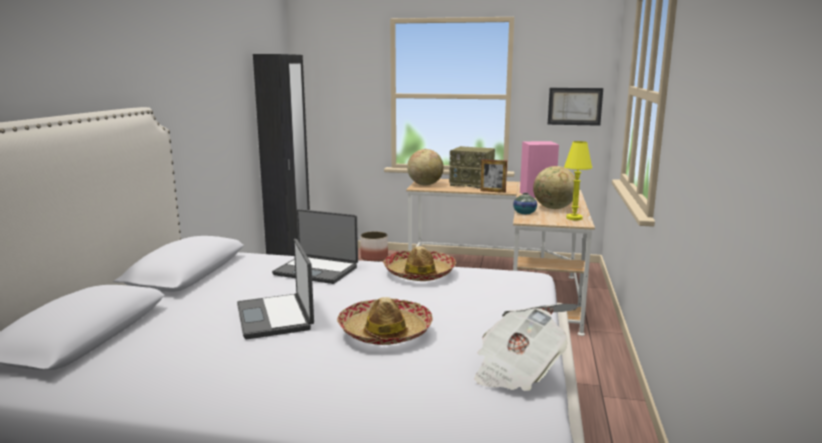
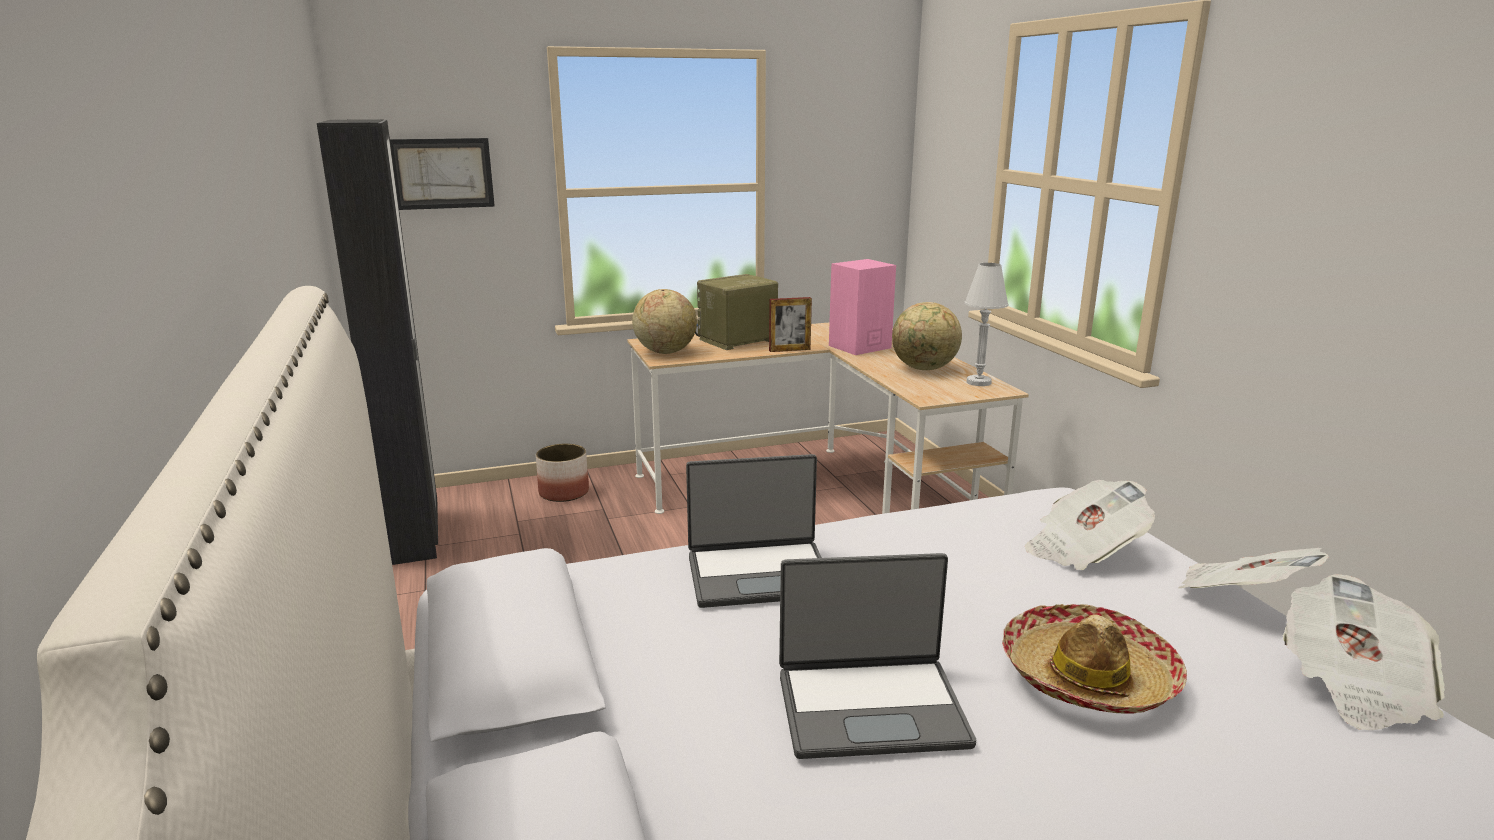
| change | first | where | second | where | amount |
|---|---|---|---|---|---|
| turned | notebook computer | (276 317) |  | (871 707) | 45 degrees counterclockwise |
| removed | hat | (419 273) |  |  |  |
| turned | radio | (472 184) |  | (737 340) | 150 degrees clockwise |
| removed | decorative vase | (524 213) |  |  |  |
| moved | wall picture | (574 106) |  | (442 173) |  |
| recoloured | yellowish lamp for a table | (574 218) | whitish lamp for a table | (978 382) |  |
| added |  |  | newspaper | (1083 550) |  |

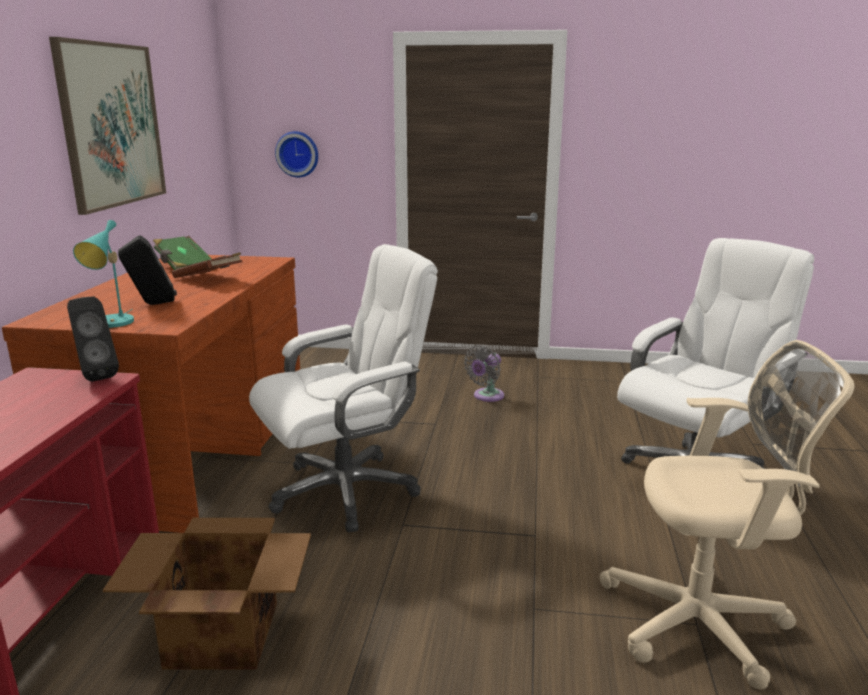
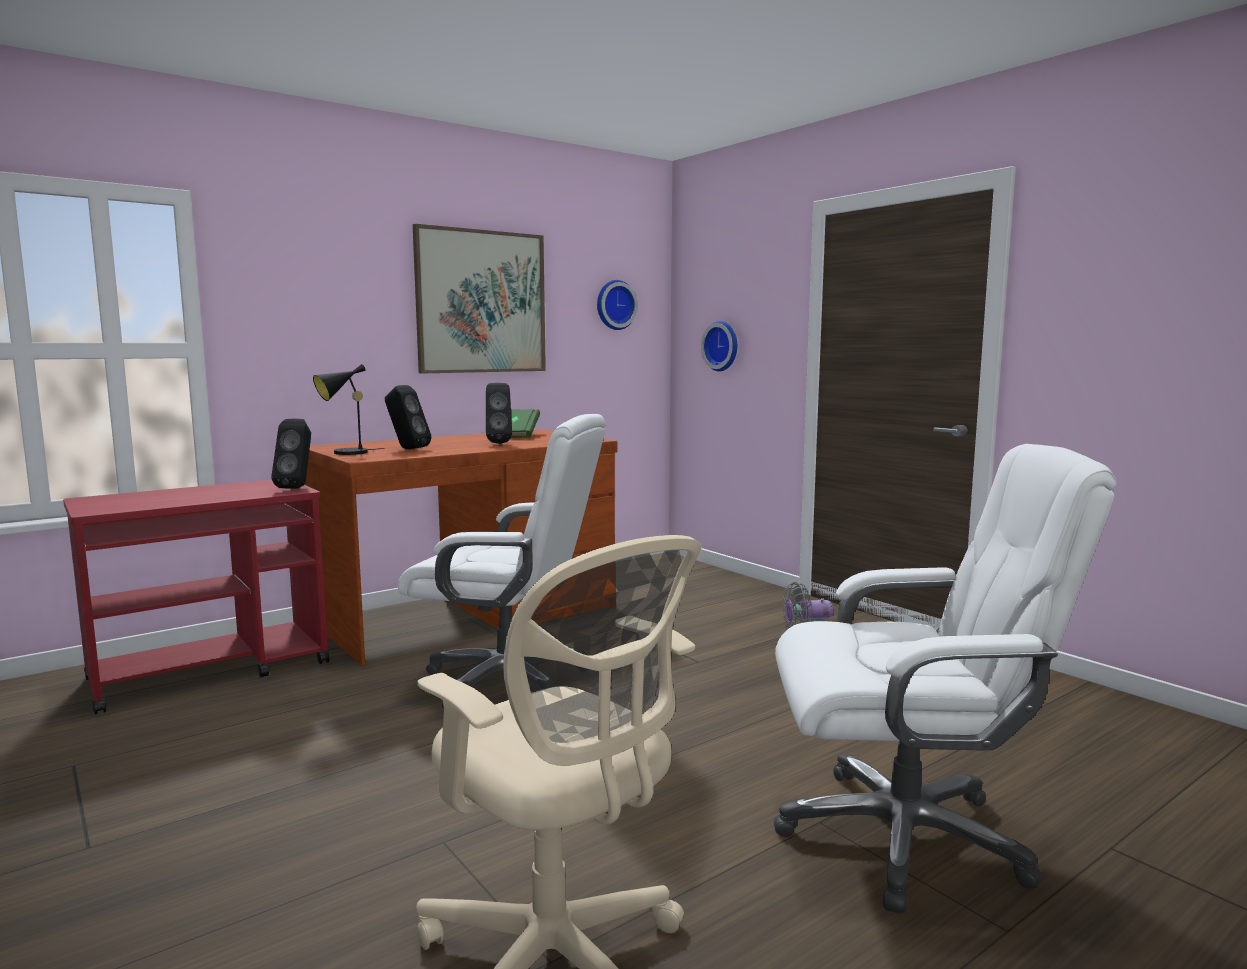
| change | first | where | second | where | amount |
|---|---|---|---|---|---|
| recoloured | turquoise lamp for a table | (113 324) | blackish lamp for a table | (346 453) |  |
| removed | packing box | (221 634) |  |  |  |
| replaced | brownish volume | (209 279) | blackish audio speaker | (499 443) |  |
| added |  |  | wall clock | (614 305) |  |

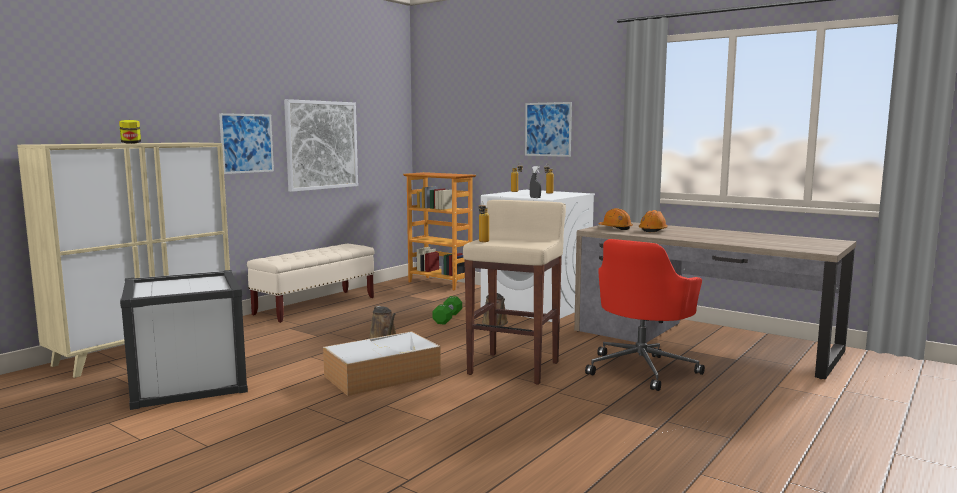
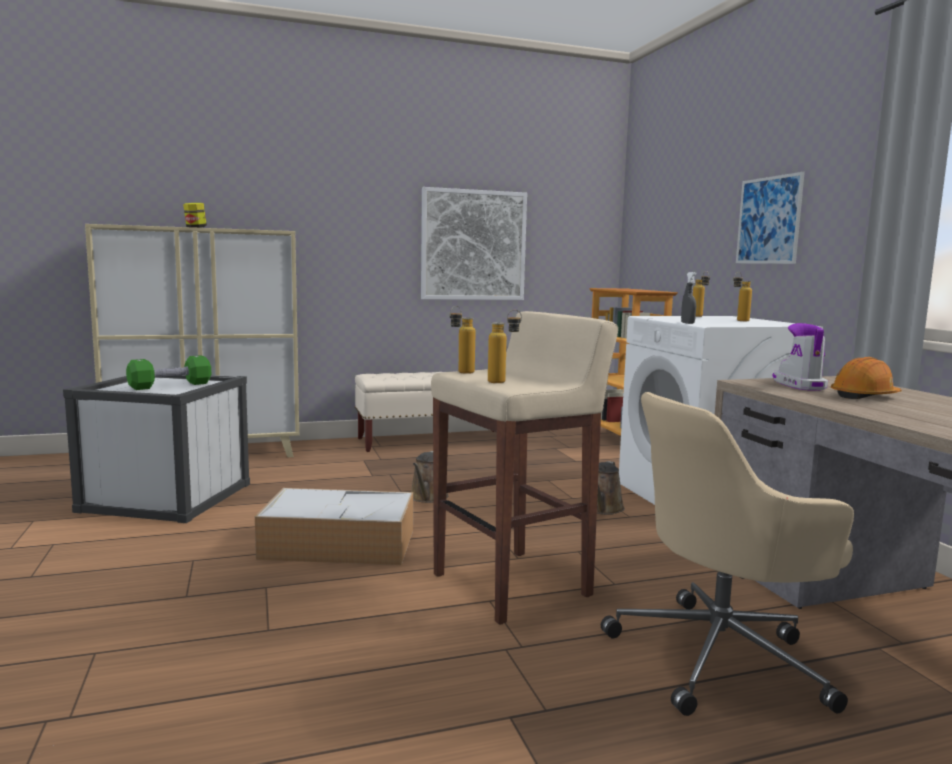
| change | first | where | second | where | amount |
|---|---|---|---|---|---|
| removed | wall picture | (247 143) |  |  |  |
| moved | green hand weight | (447 318) |  | (170 386) |  |
| recoloured | reddish office chair | (642 369) | sand-coloured office chair | (721 656) |  |
| replaced | orange-coloured work helmet | (615 228) | boot | (798 385) |  |
| added |  |  | beverage bottle | (503 382) |  |

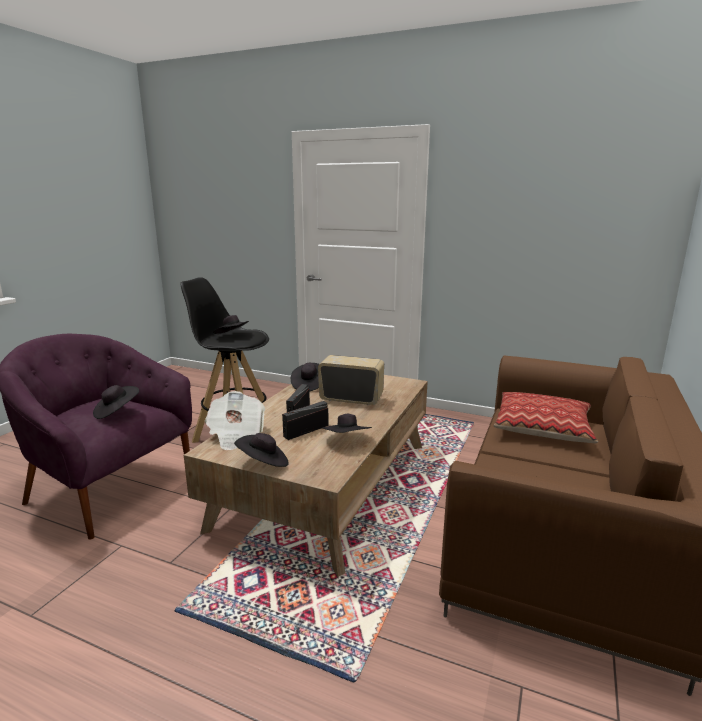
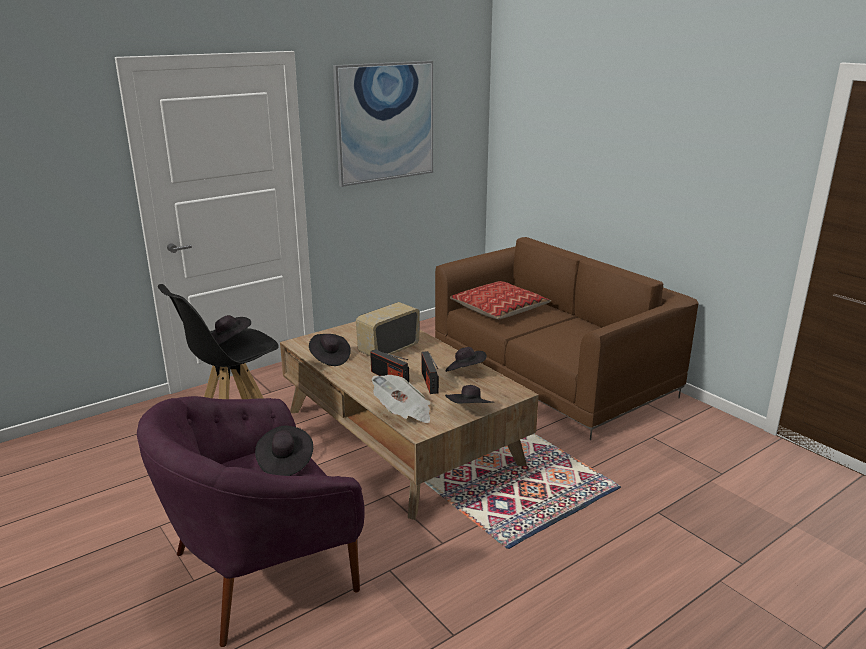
| change | first | where | second | where | amount |
|---|---|---|---|---|---|
| added |  |  | wall picture | (385 122) |  |

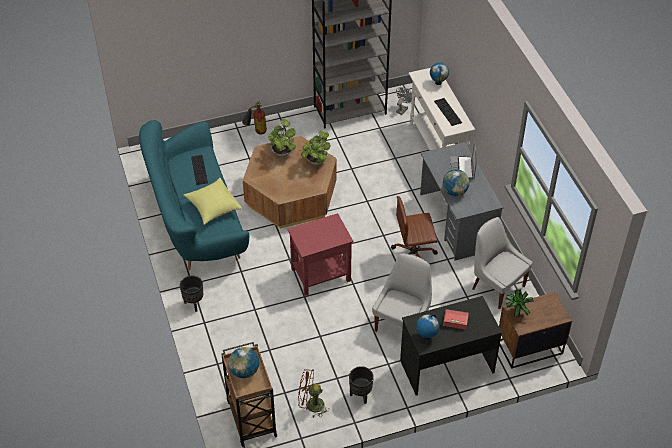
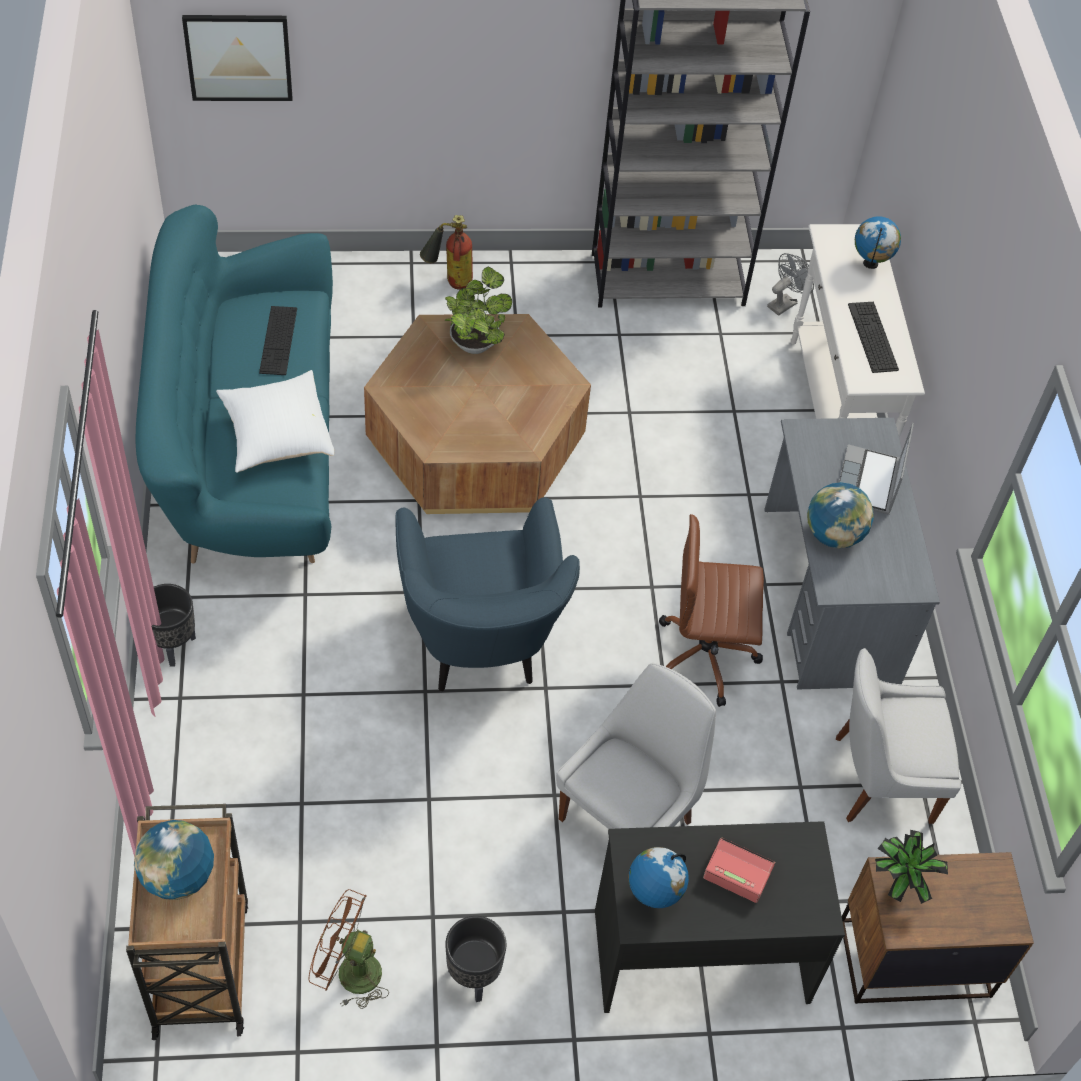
| change | first | where | second | where | amount |
|---|---|---|---|---|---|
| recoloured | yellowish pillow | (213 207) | whitish pillow | (276 435) |  |
| replaced | reddish side table | (320 274) | bluish easy chair | (480 646) |  |
| removed | plant in a pot | (315 162) |  |  |  |
| turned | whitish plain chair | (496 286) |  | (878 779) | 60 degrees counterclockwise |
| added |  |  | wall picture | (238 57) |  |

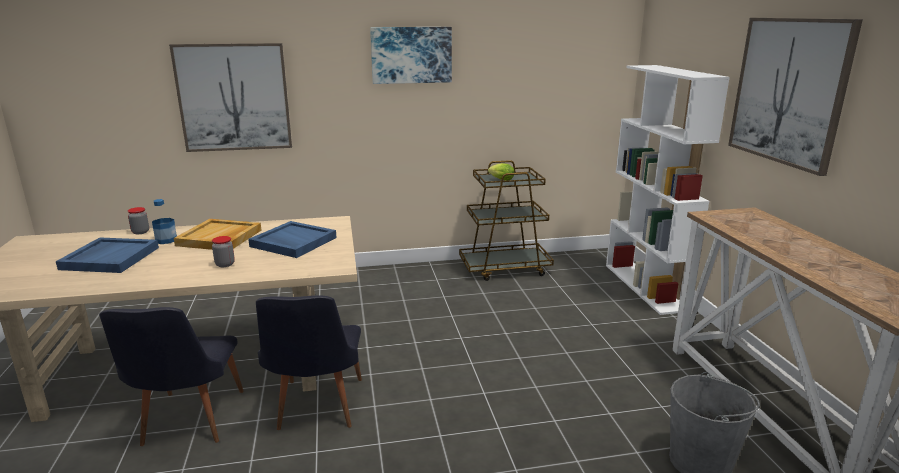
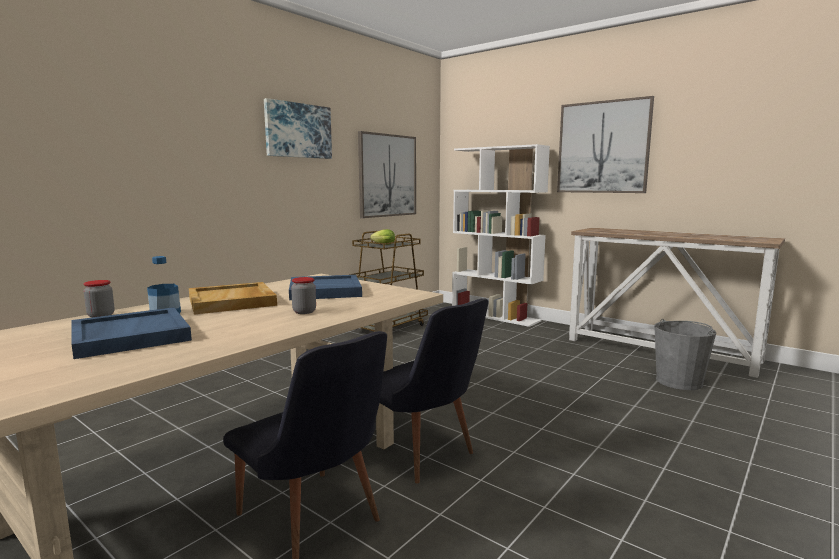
| change | first | where | second | where | amount |
|---|---|---|---|---|---|
| moved | wall picture | (234 97) |  | (387 175) |  |

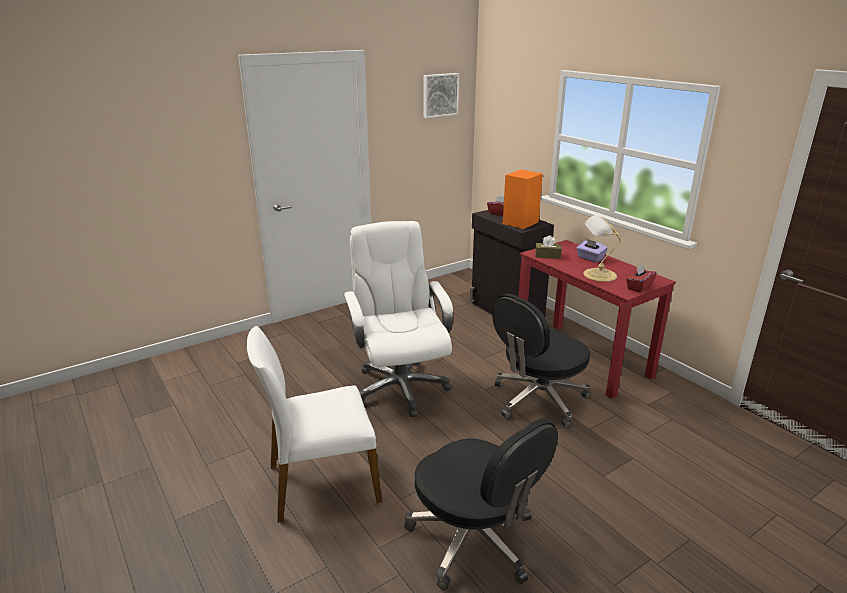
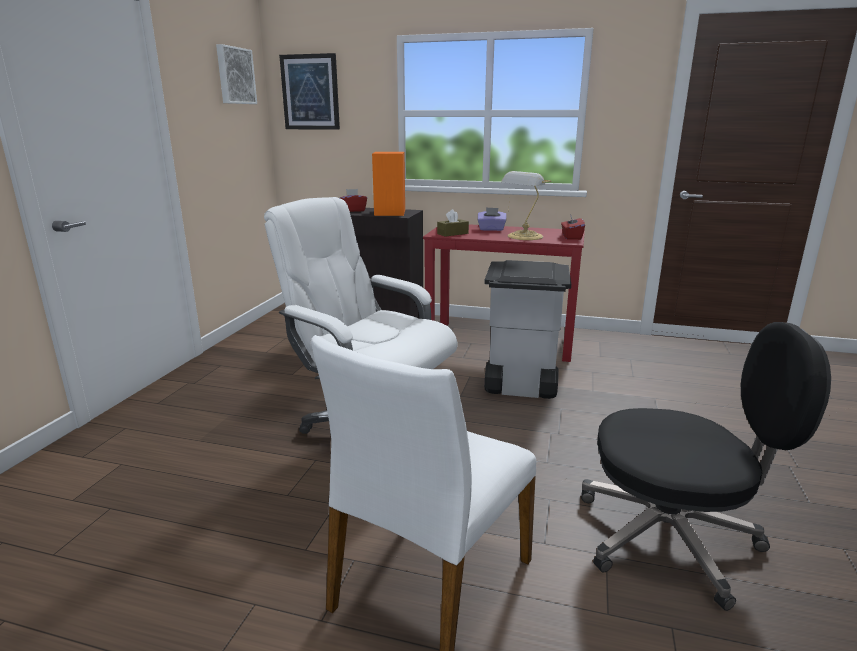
| change | first | where | second | where | amount |
|---|---|---|---|---|---|
| replaced | blackish office chair | (538 400) | grey waste bin | (519 385) |  |
| added |  |  | wall picture | (310 92) |  |

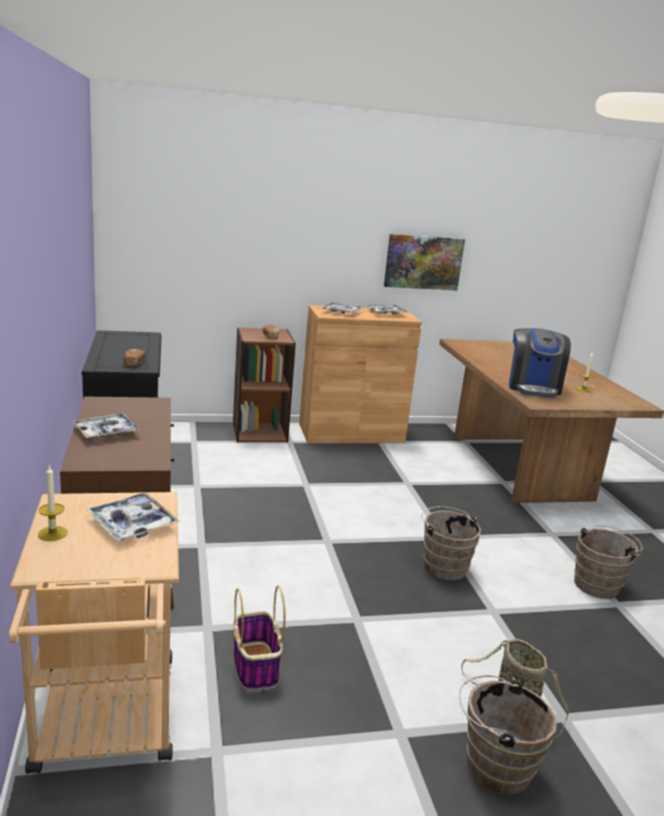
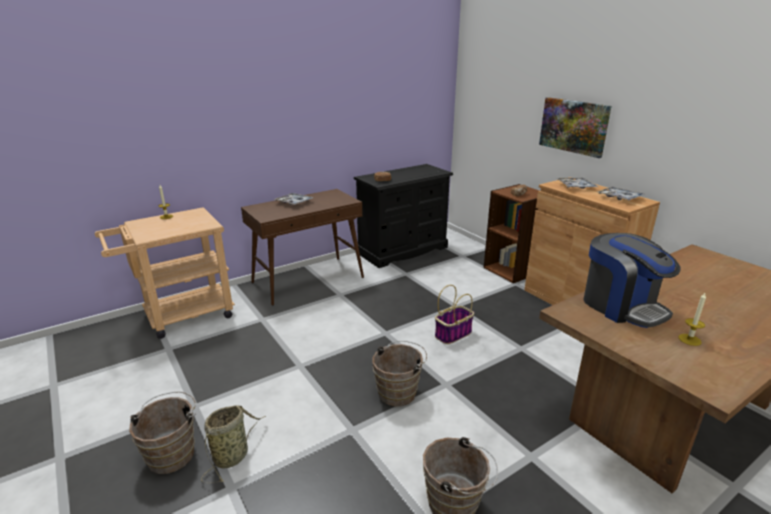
| change | first | where | second | where | amount |
|---|---|---|---|---|---|
| removed | tray | (132 524) |  |  |  |
| moved | storage basket | (255 666) |  | (453 334) |  |
| moved | wall picture | (423 262) |  | (574 126) |  |
| turned | coffee brewer | (533 387) |  | (621 306) | 105 degrees counterclockwise |

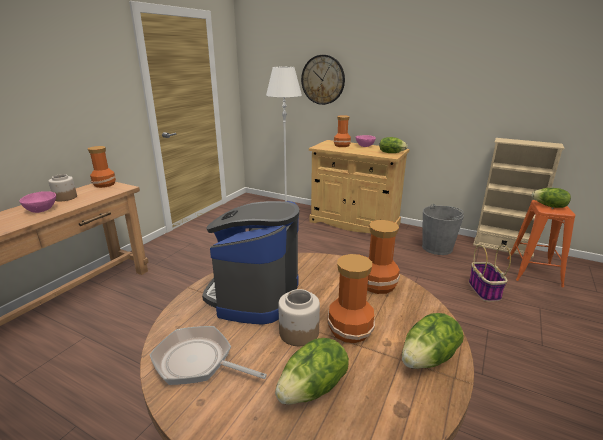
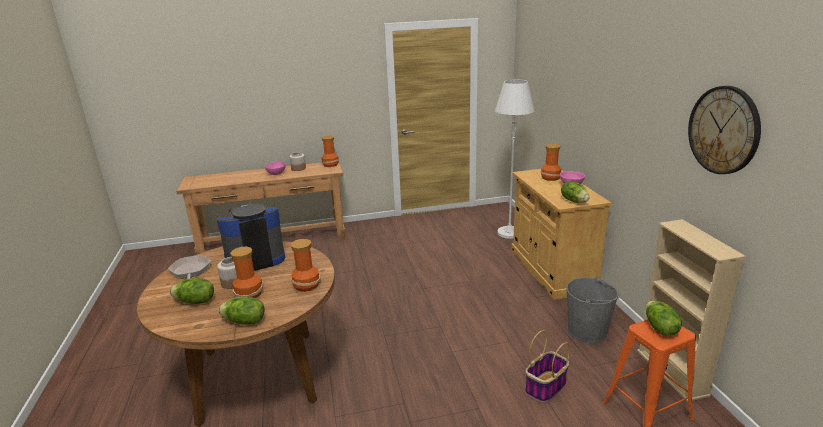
| change | first | where | second | where | amount |
|---|---|---|---|---|---|
| moved | wall clock | (323 80) |  | (723 130) |  |

